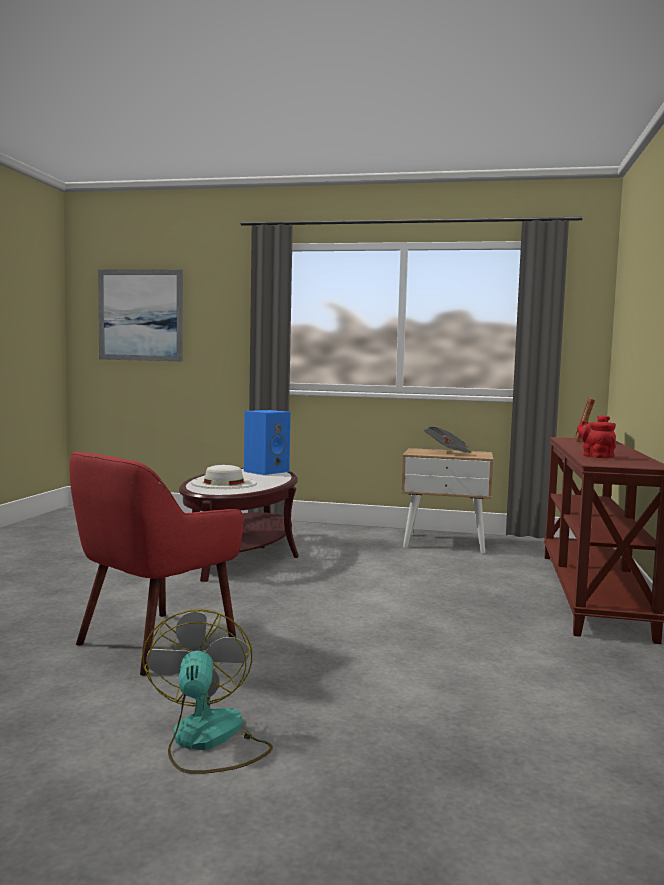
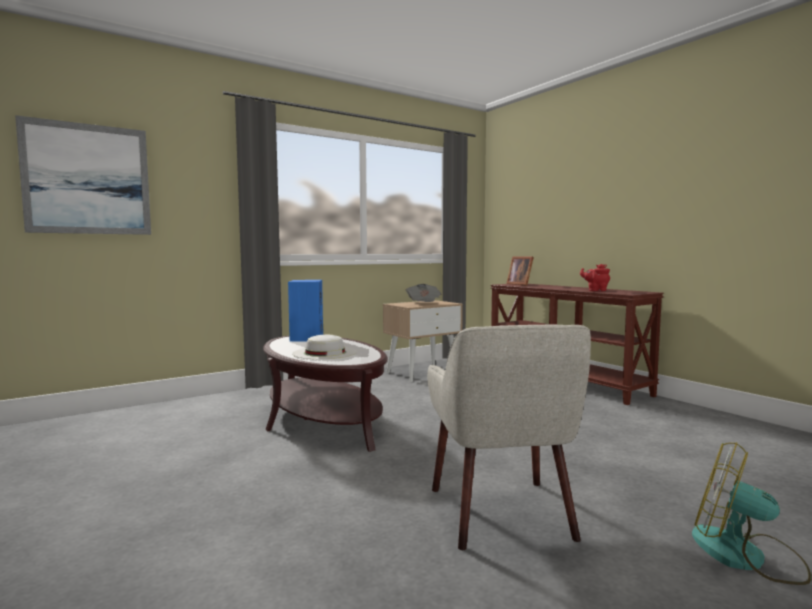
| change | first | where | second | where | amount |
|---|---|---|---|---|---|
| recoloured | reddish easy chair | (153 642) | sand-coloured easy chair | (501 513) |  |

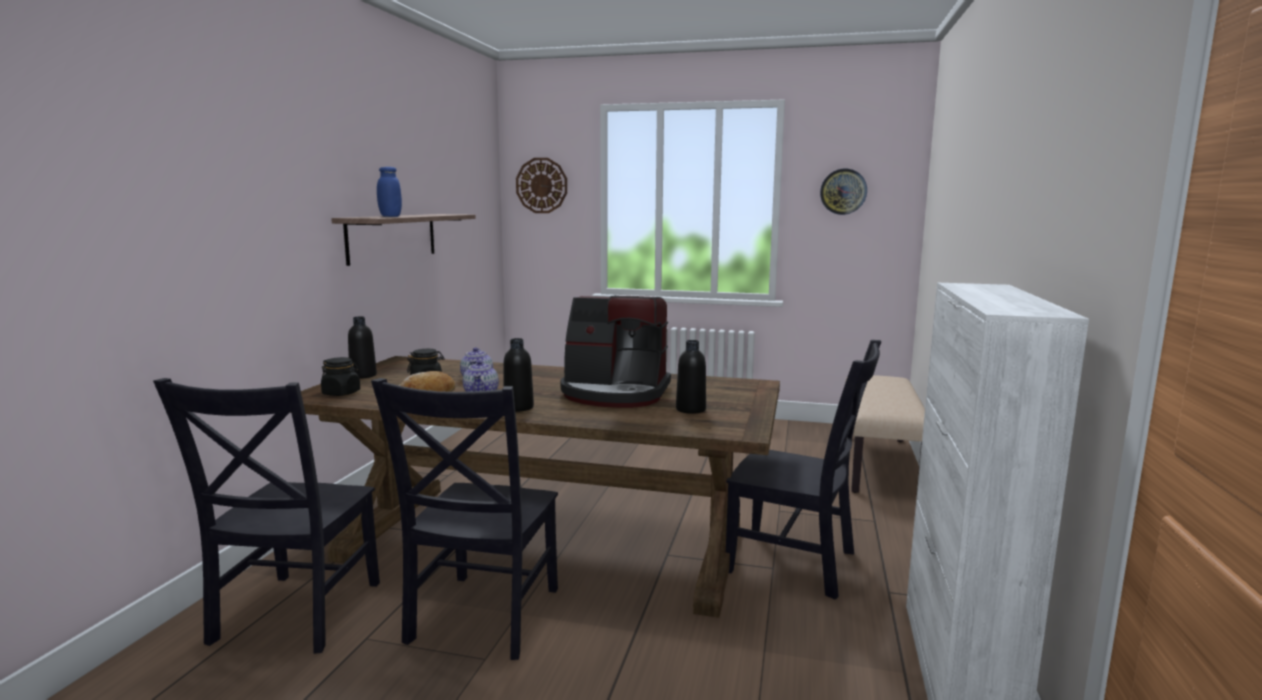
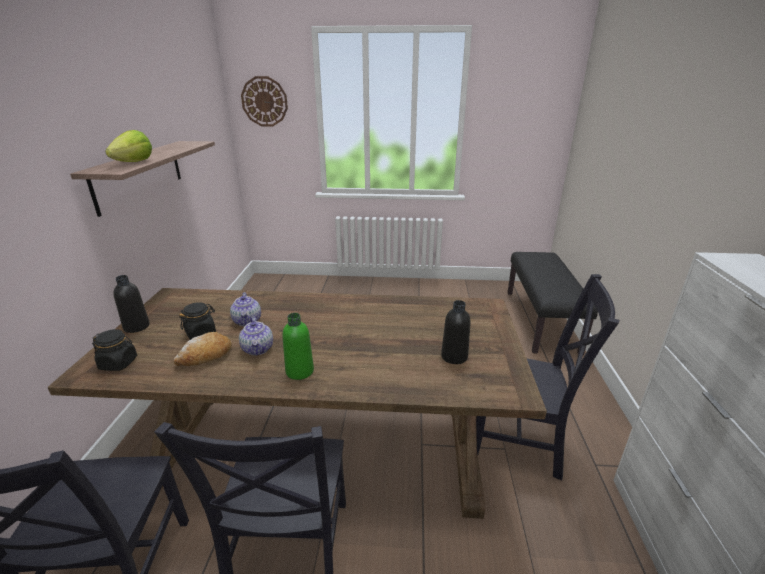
| change | first | where | second | where | amount |
|---|---|---|---|---|---|
| replaced | bluish jar | (390 216) | head of lettuce | (134 162) |  |
| recoloured | blackish beverage bottle | (518 407) | green beverage bottle | (299 371) |  |
| removed | coffee brewer | (615 393) |  |  |  |
| removed | wall clock | (843 191) |  |  |  |
| recoloured | sand-coloured indoor bench | (880 465) | blackish indoor bench | (541 321) |  |

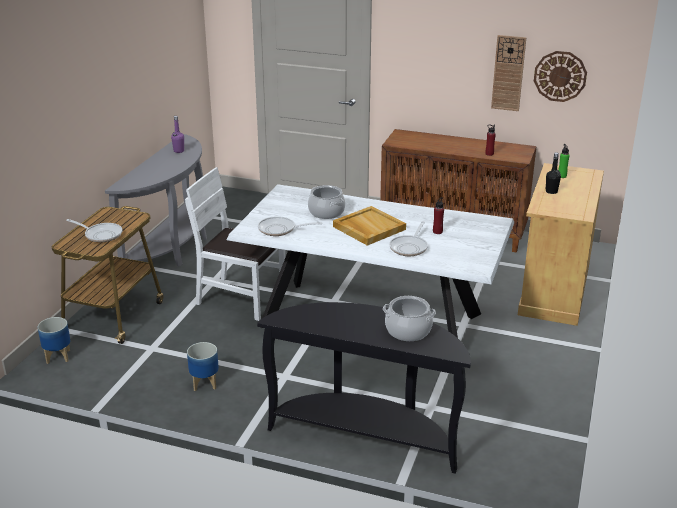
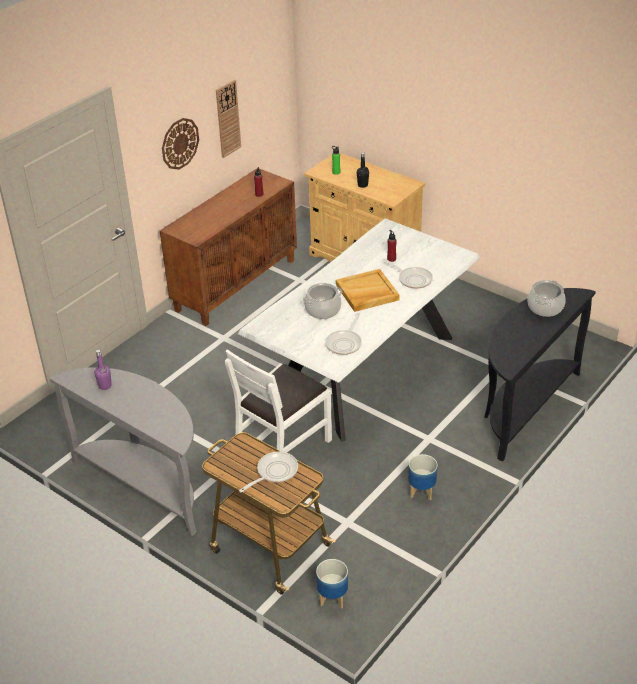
| change | first | where | second | where | amount |
|---|---|---|---|---|---|
| moved | wall clock | (560 76) |  | (179 143) |  |

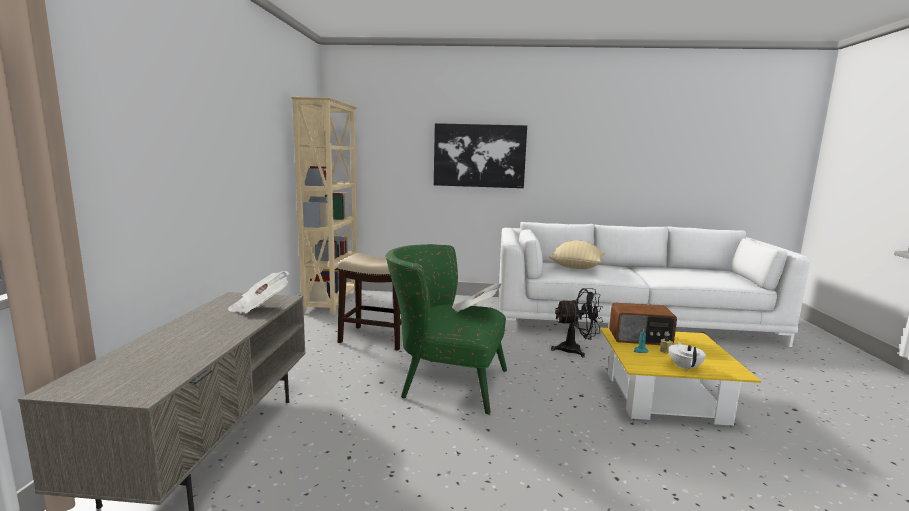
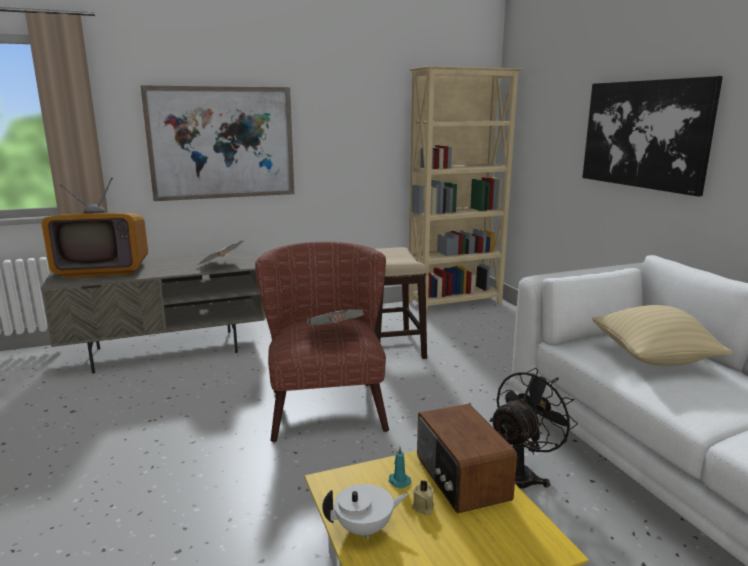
| change | first | where | second | where | amount |
|---|---|---|---|---|---|
| recoloured | green easy chair | (444 381) | brownish easy chair | (326 403) |  |
| turned | blackish cooling fan | (576 350) |  | (521 475) | 105 degrees counterclockwise |
| added |  |  | TV | (103 270) |  |
| added |  |  | wall picture | (222 143) |  |

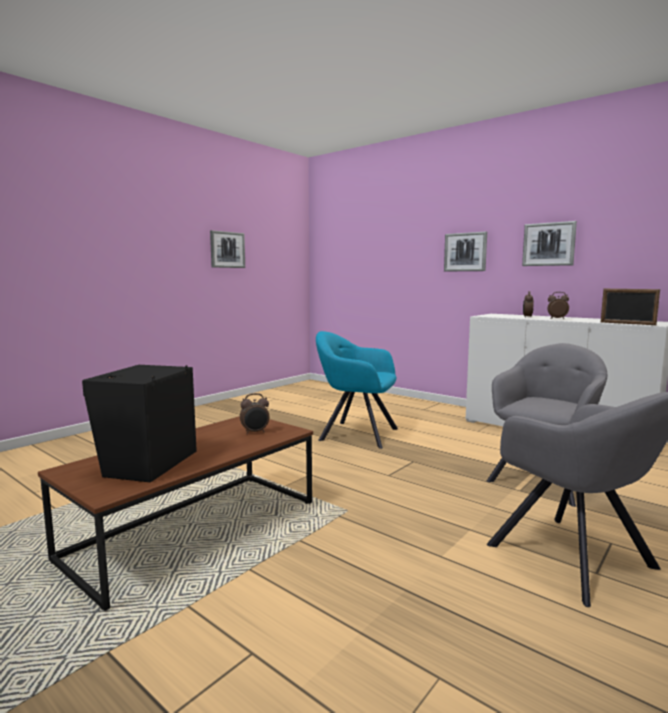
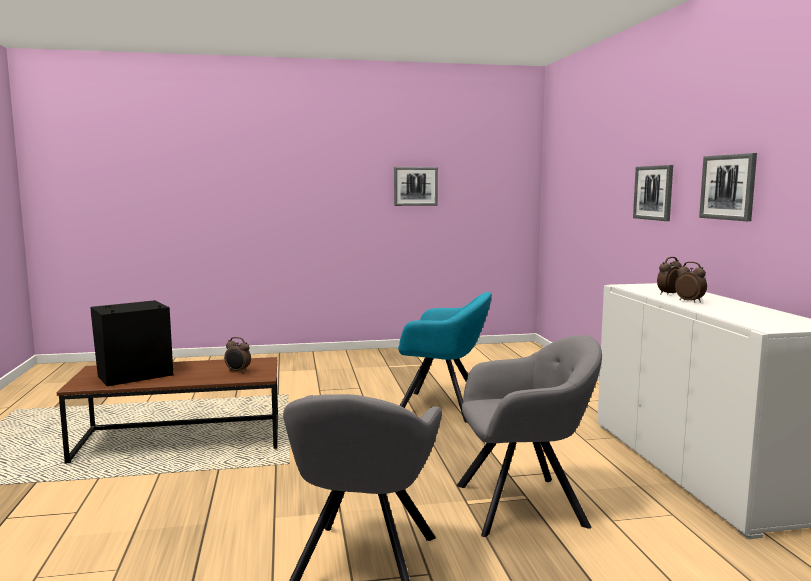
| change | first | where | second | where | amount |
|---|---|---|---|---|---|
| turned | turquoise easy chair | (355 434) |  | (444 407) | 135 degrees clockwise |
| removed | standing frame | (627 323) |  |  |  |

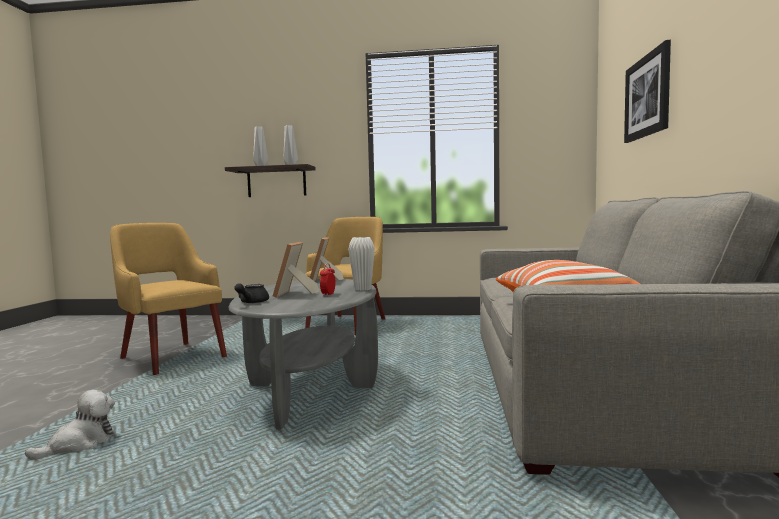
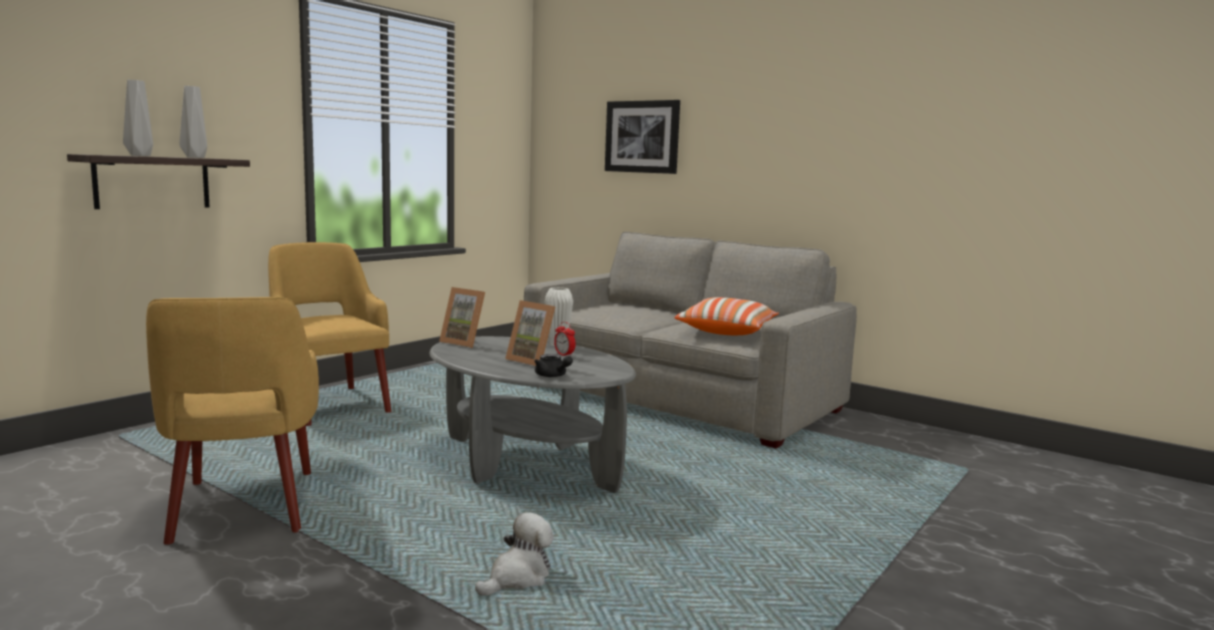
| change | first | where | second | where | amount |
|---|---|---|---|---|---|
| turned | plush toy | (80 444) |  | (518 578) | 60 degrees clockwise |
| turned | yellowish easy chair | (171 357) |  | (242 508) | 90 degrees counterclockwise |

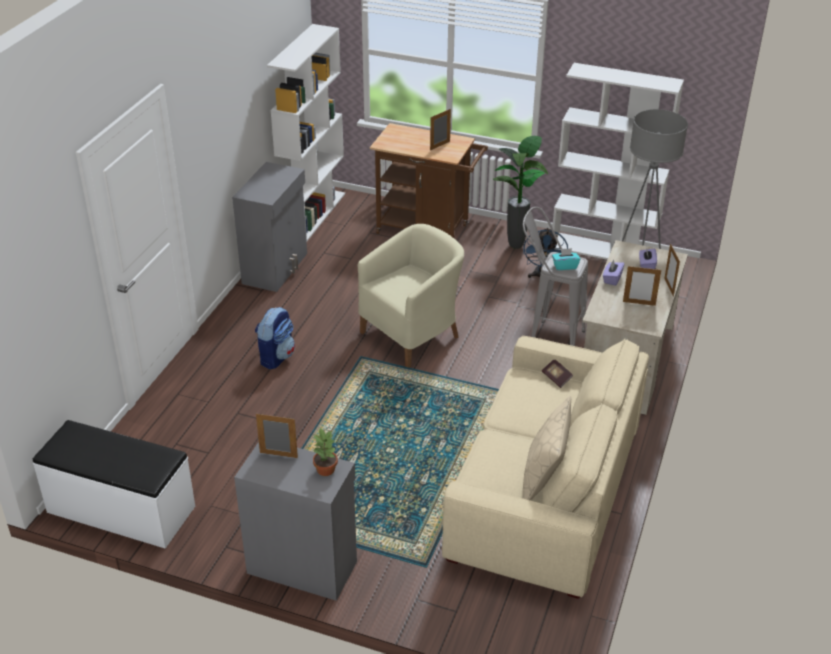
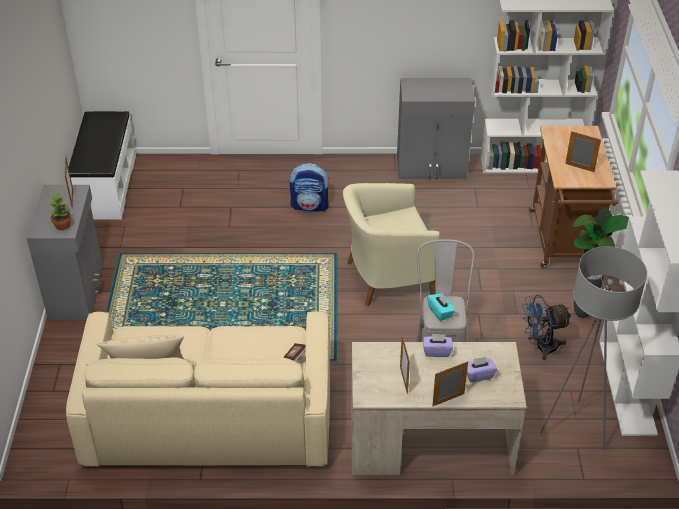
| change | first | where | second | where | amount |
|---|---|---|---|---|---|
| turned | sand-coloured easy chair | (413 334) |  | (387 277) | 135 degrees clockwise |

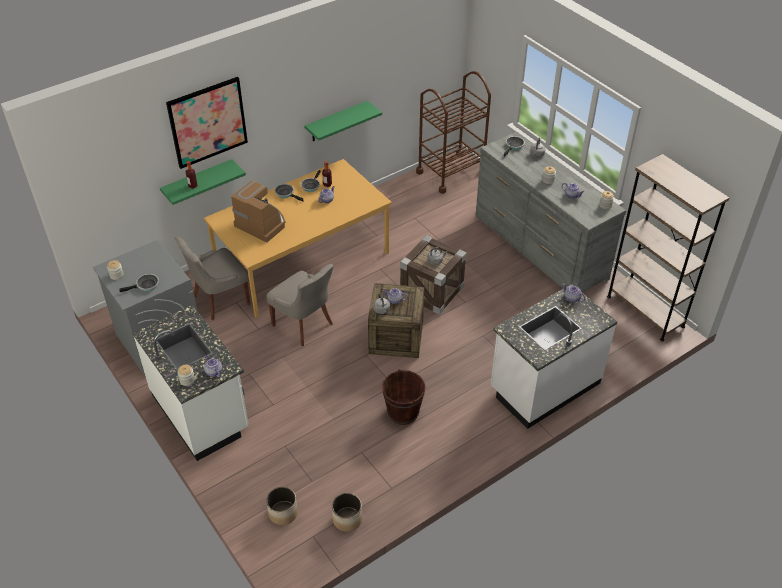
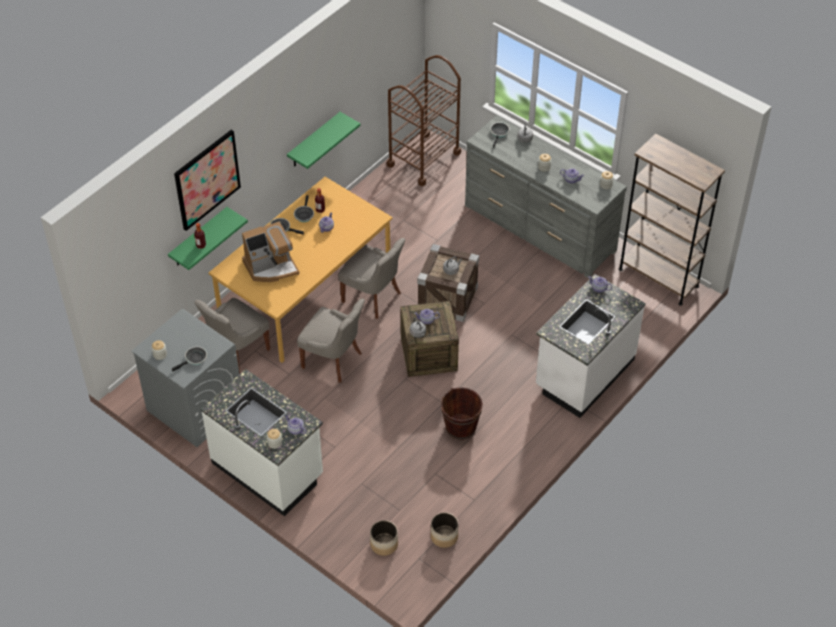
| change | first | where | second | where | amount |
|---|---|---|---|---|---|
| turned | coffee brewer | (262 223) |  | (271 267) | 135 degrees clockwise |
| added |  |  | grey plain chair | (373 297) |  |

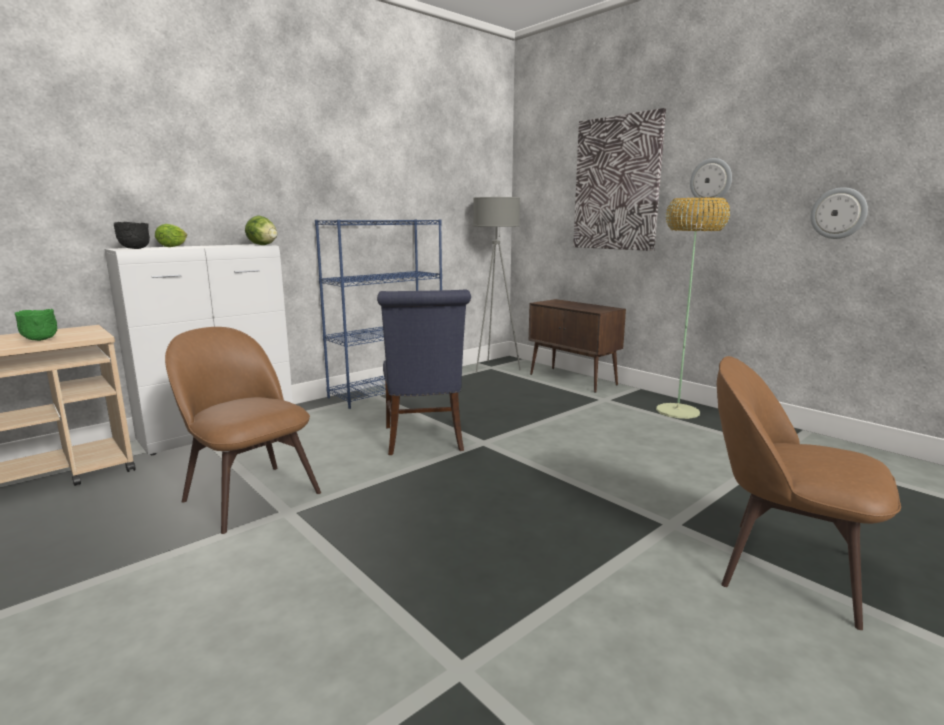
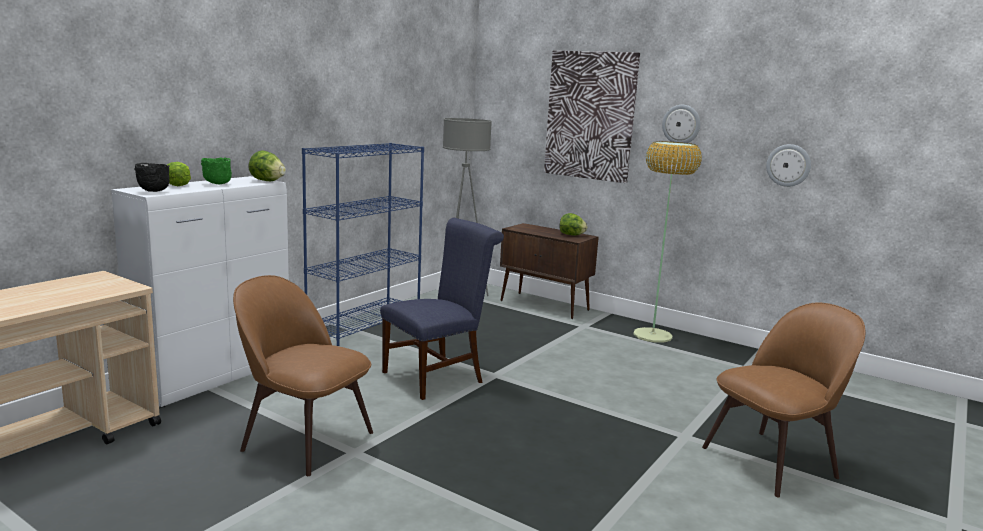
| change | first | where | second | where | amount |
|---|---|---|---|---|---|
| moved | green deep dish | (41 339) |  | (218 184) |  |
| turned | bluish plain chair | (424 440) |  | (438 376) | 105 degrees counterclockwise |
| turned | brownish plain chair | (783 567) |  | (773 461) | 135 degrees clockwise |
| added |  |  | head of lettuce | (571 235) |  |

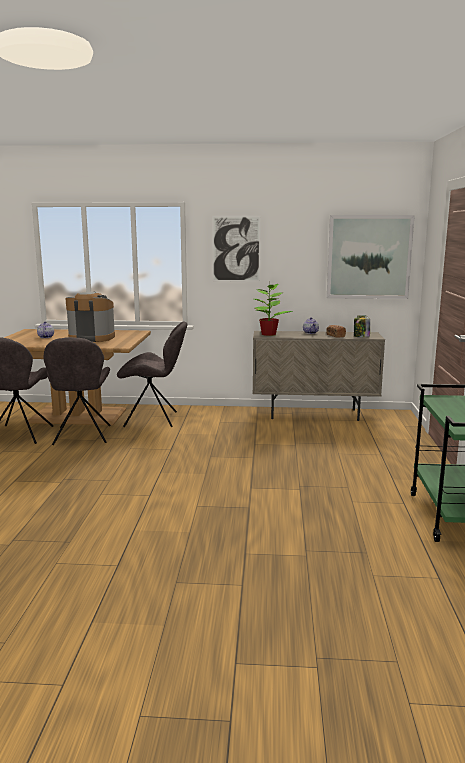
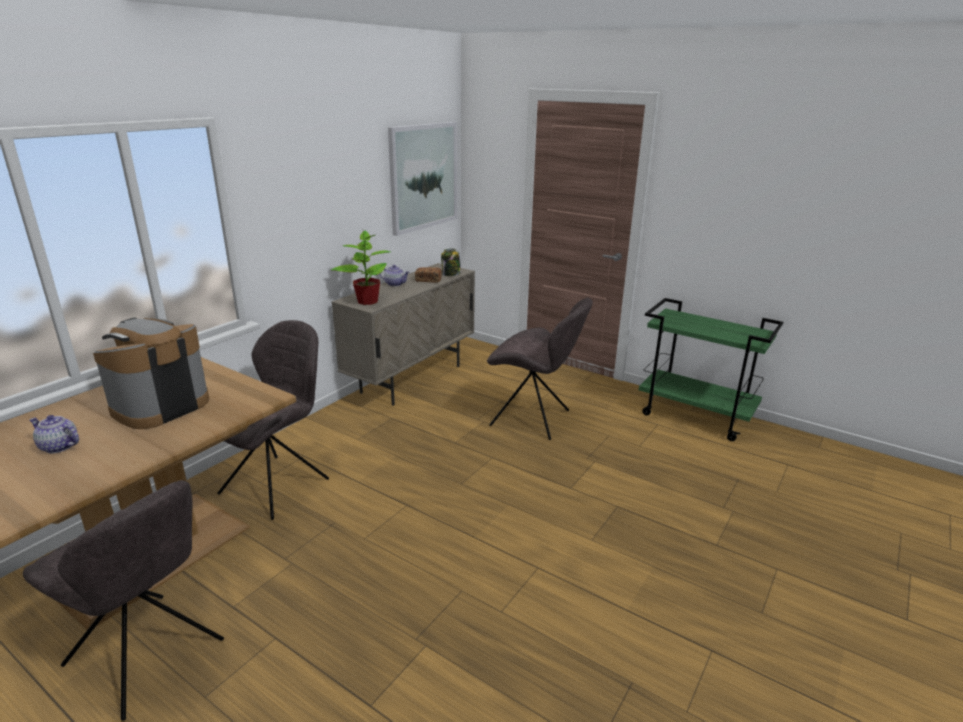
| change | first | where | second | where | amount |
|---|---|---|---|---|---|
| moved | grey plain chair | (82 436) |  | (533 419) |  |
| removed | wall picture | (236 248) |  |  |  |

